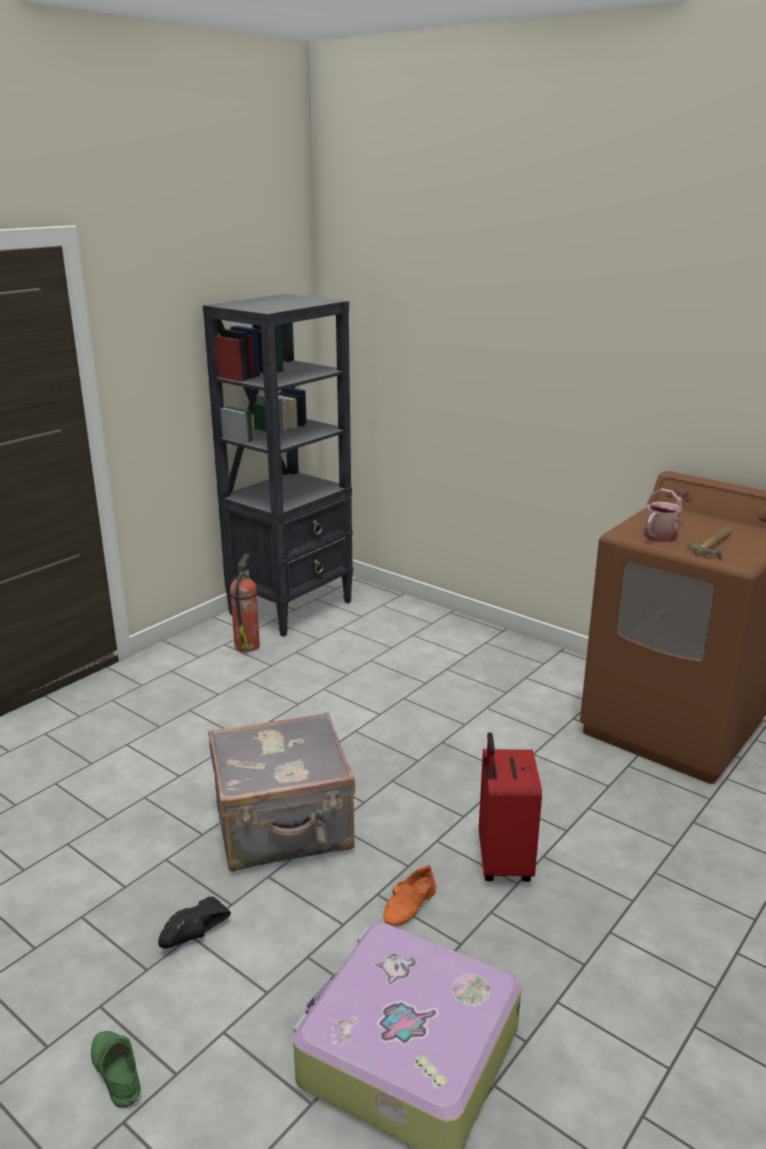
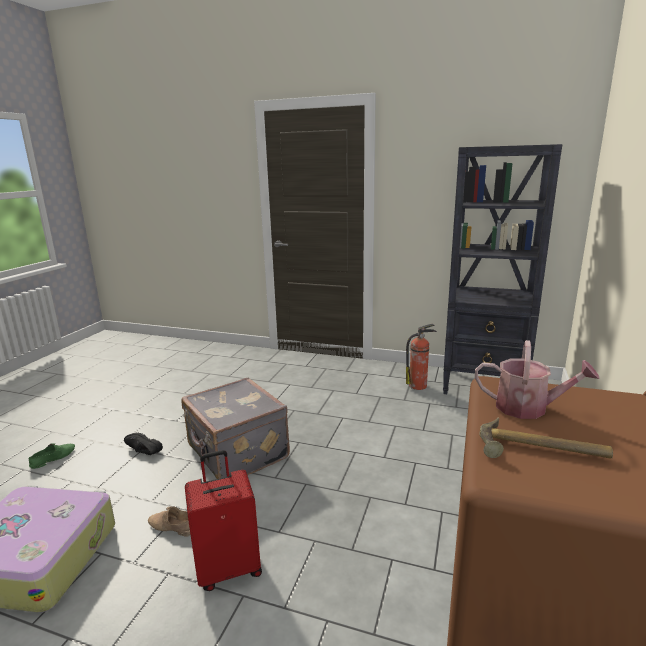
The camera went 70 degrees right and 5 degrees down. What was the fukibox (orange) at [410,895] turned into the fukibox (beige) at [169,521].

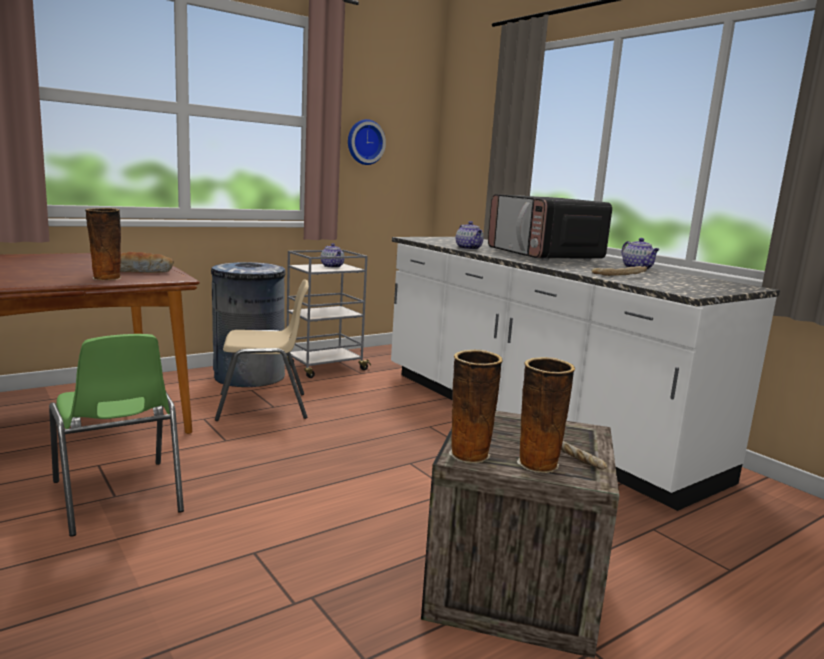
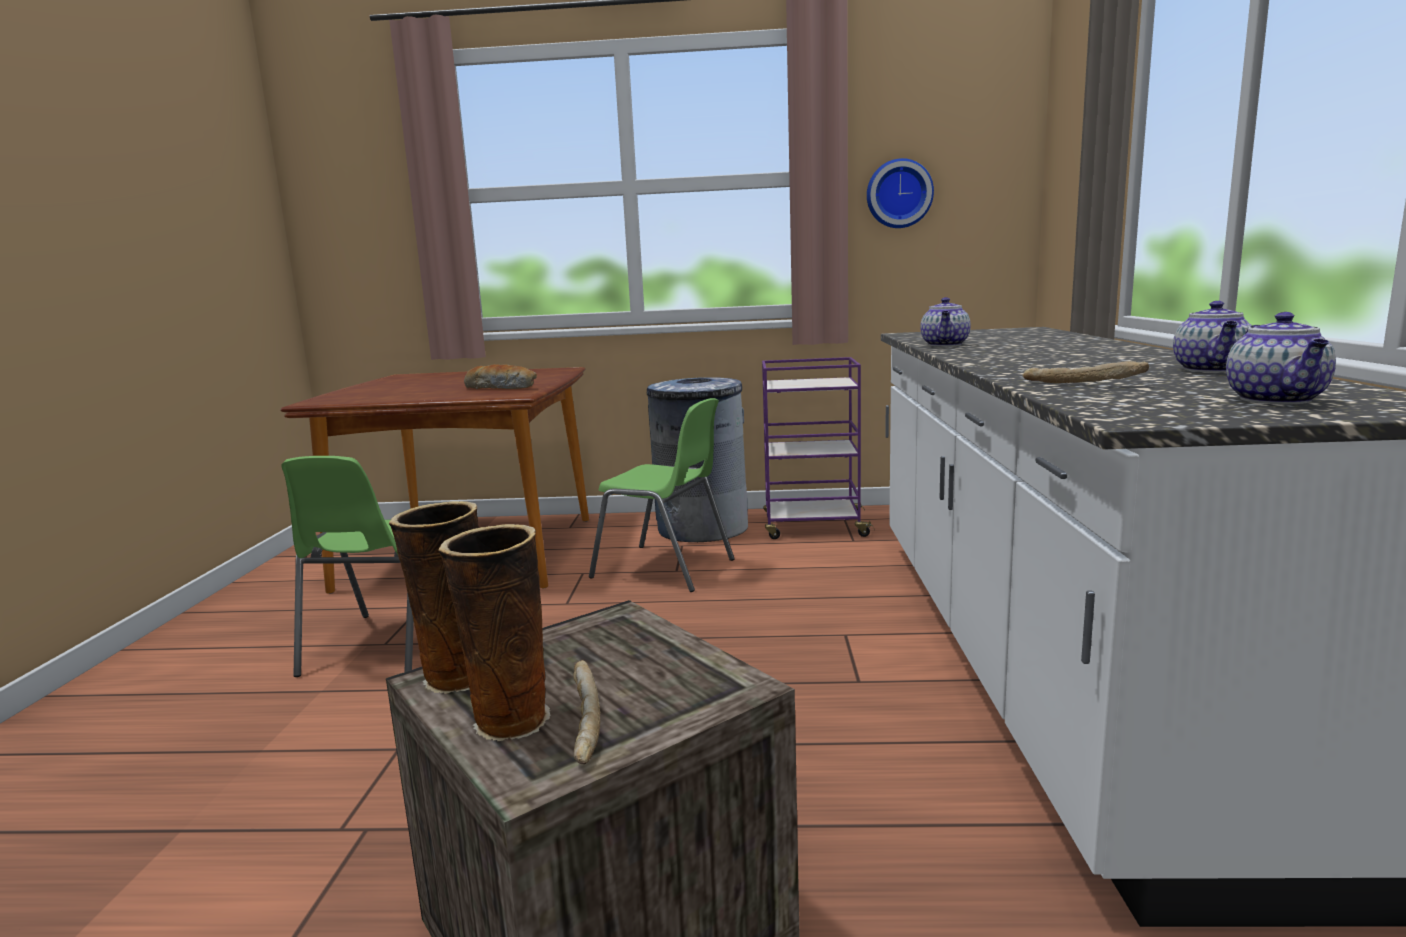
The camera went 40 degrees right and 0 degrees up. The second view lost the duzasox at [550,227]. The second view lost the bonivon at [103,244]. The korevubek ended up elsewhere, having gone from [333,255] to [1281,358]. What was the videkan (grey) at [328,314] turned into the videkan (purple) at [818,448]. What was the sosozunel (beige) at [262,350] turned into the sosozunel (green) at [662,495].

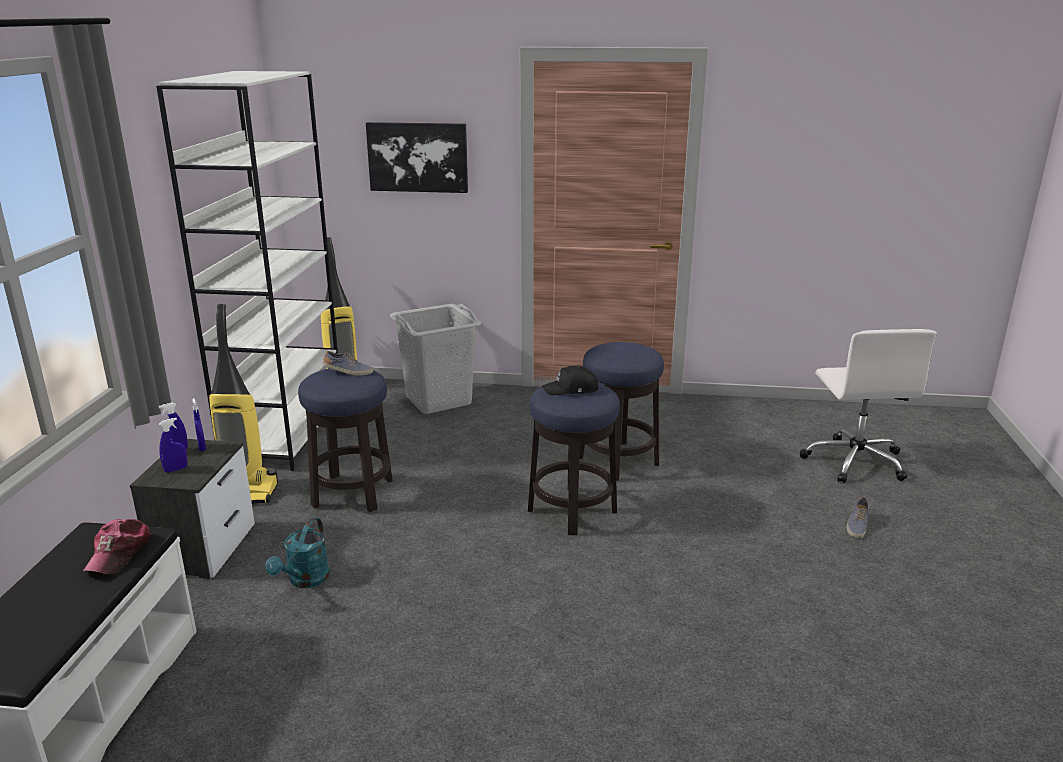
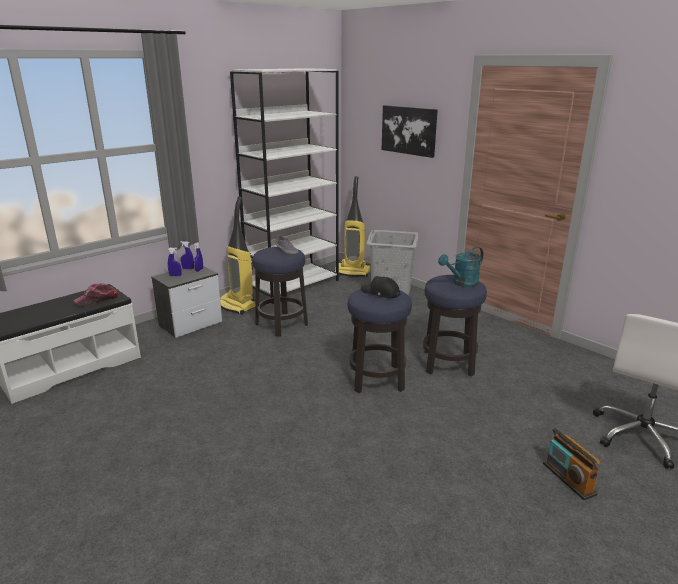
The camera went 40 degrees right and 0 degrees up. Where the fukibox stood at [858,517], the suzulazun came to stand at [572,464]. The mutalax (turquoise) ended up elsewhere, having gone from [298,552] to [460,267].

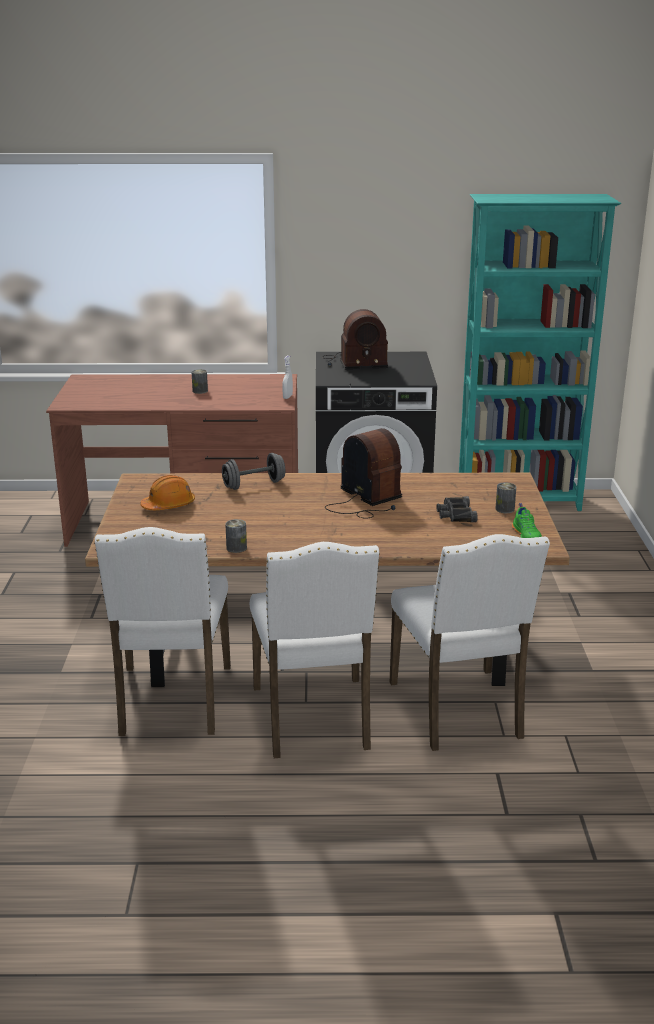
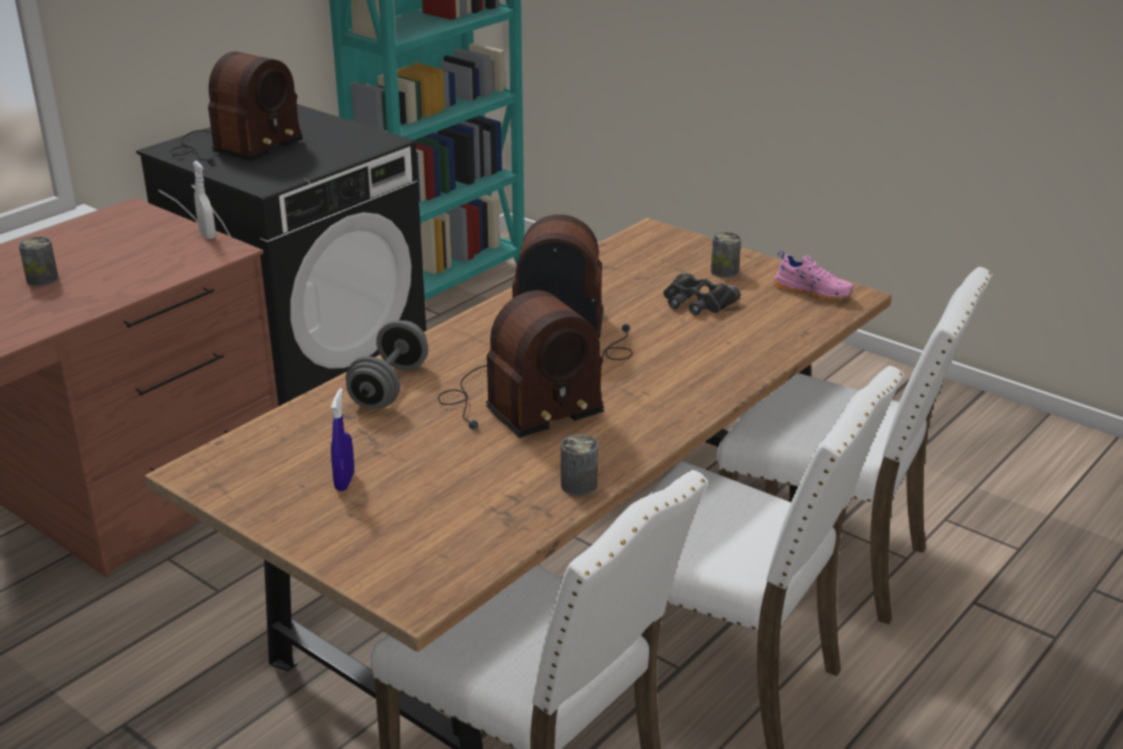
The camera went 50 degrees left and 5 degrees up. Where the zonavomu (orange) stood at [167,492], the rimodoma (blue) came to stand at [342,439]. What was the fukibox (green) at [527,520] turned into the fukibox (pink) at [814,276]. The second view gained the suzulazun at [521,364].

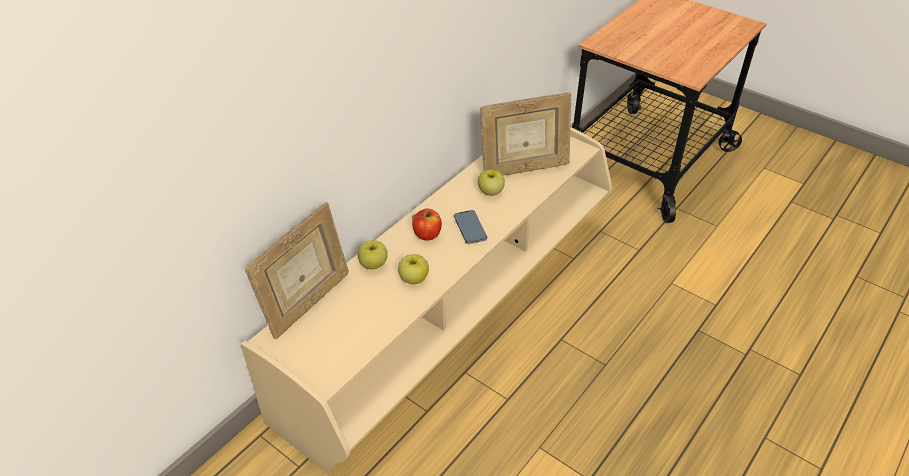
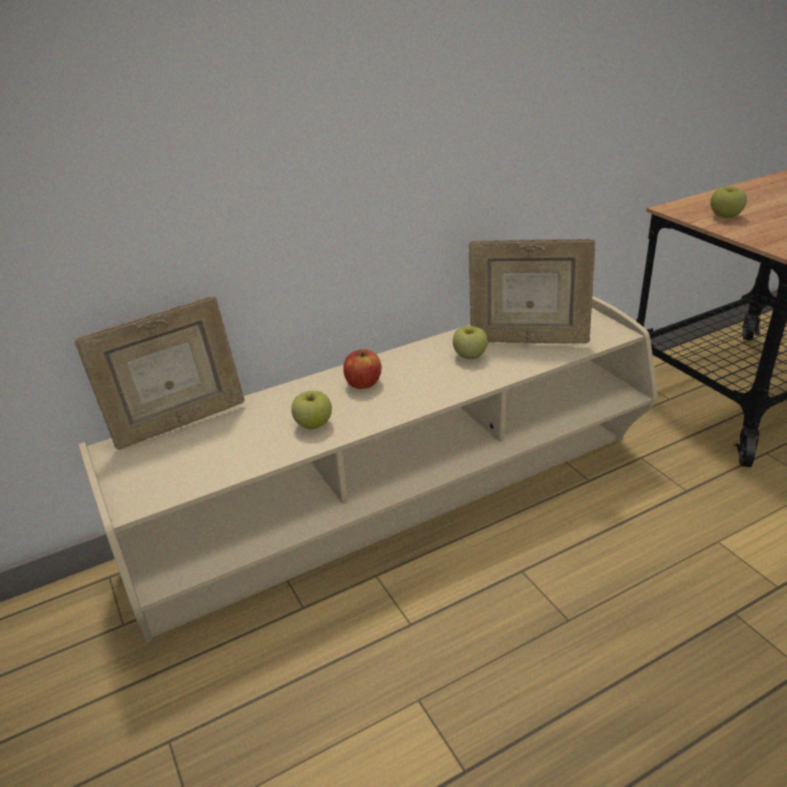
The camera went 25 degrees right and 10 degrees down. The second view lost the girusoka at [470,227]. The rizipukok ended up elsewhere, having gone from [373,254] to [728,202].

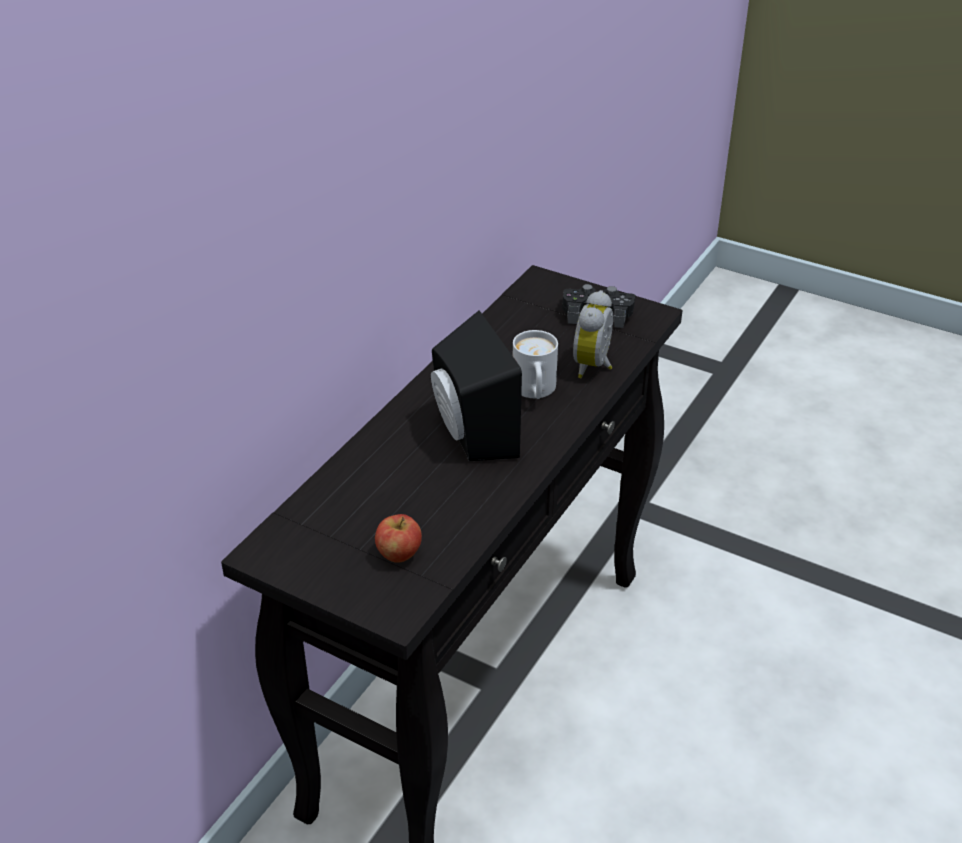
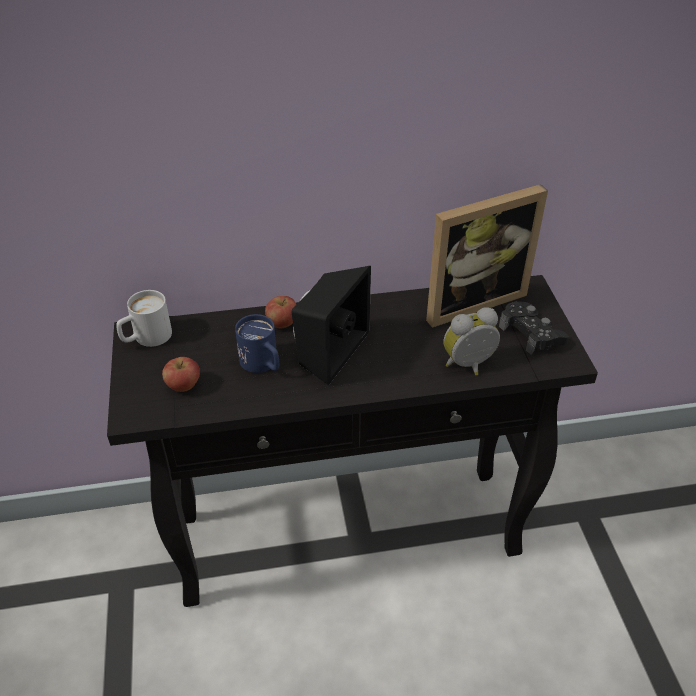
The camera went 50 degrees right and 5 degrees up. The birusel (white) ended up elsewhere, having gone from [535,364] to [144,318]. The second view gained the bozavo at [487,256]. The second view gained the rizipukok at [280,312]. The second view gained the birusel (blue) at [257,343].

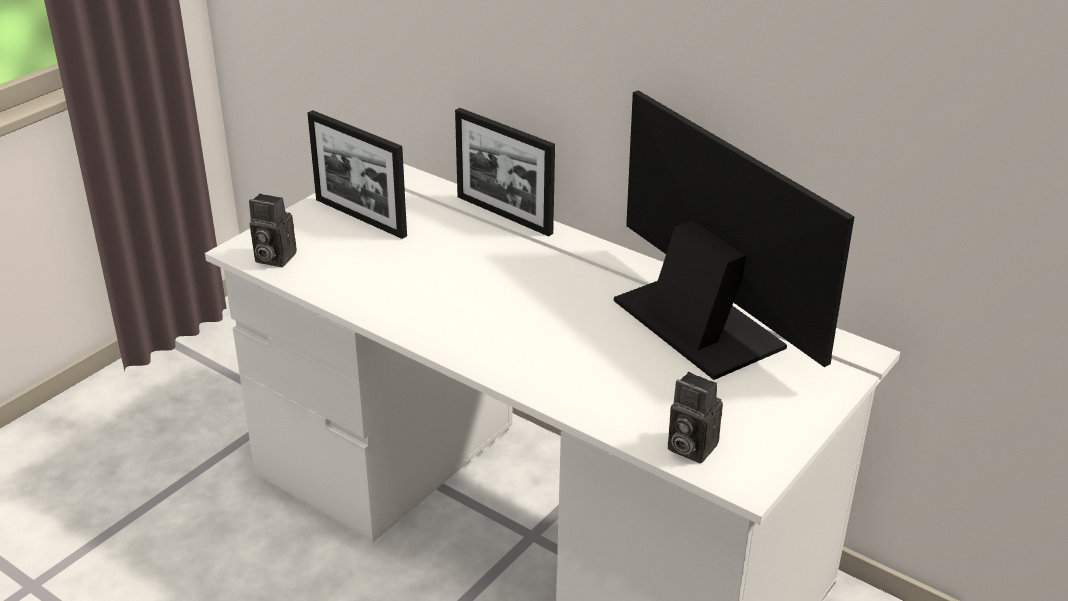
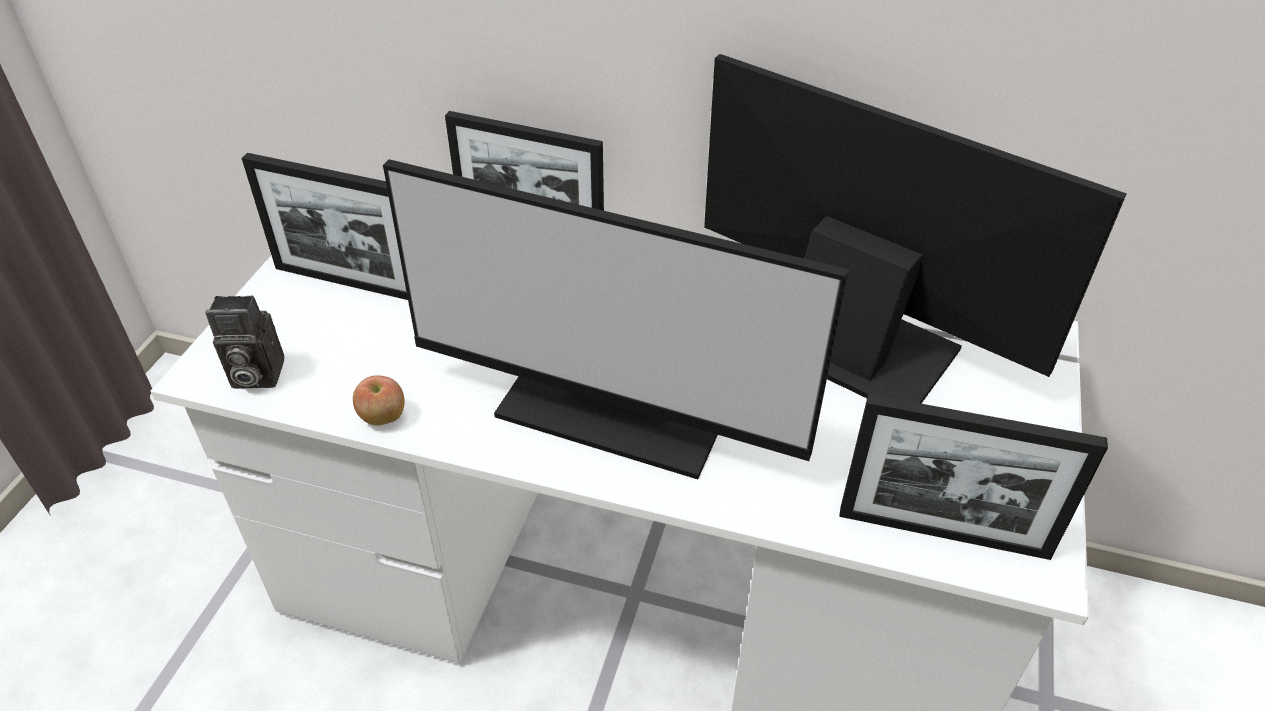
The camera went 20 degrees left and 10 degrees up. Where the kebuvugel stood at [695,417], the bozavo came to stand at [973,477]. The second view gained the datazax at [616,319]. The second view gained the rizipukok at [379,400].

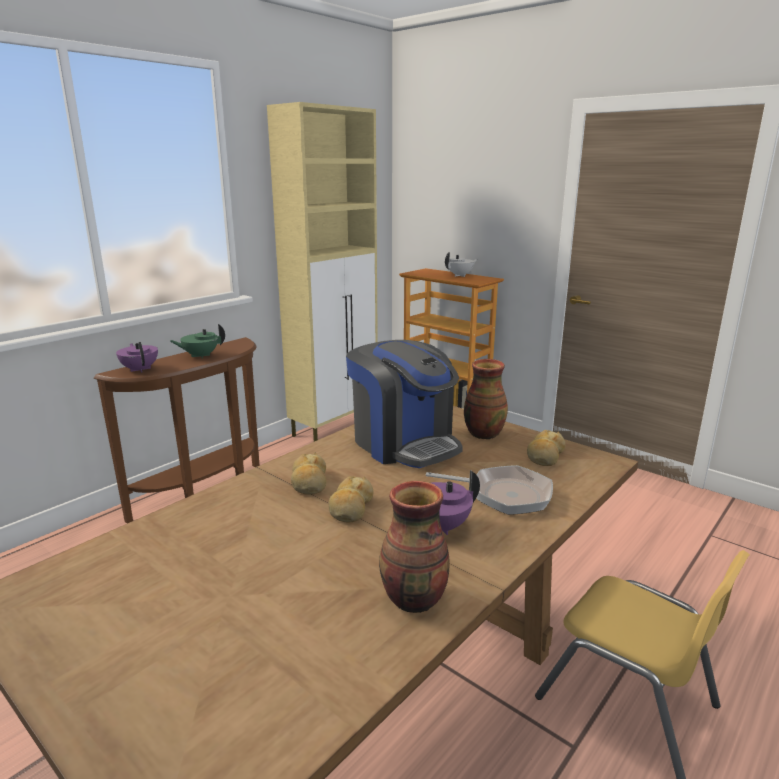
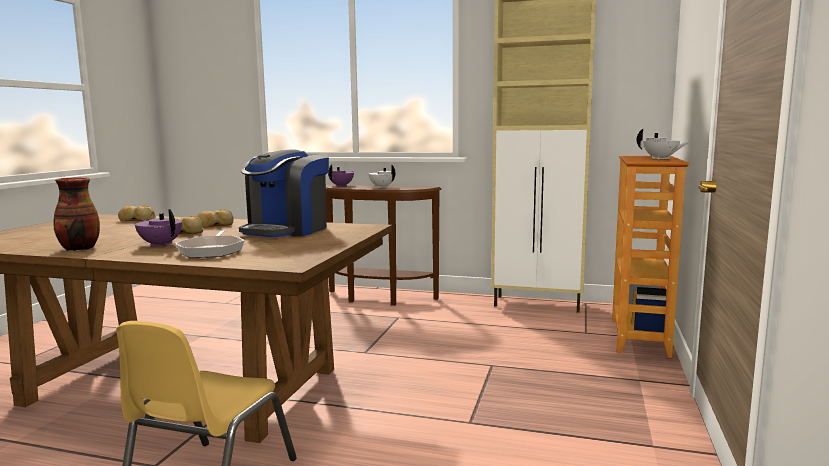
The camera went 65 degrees right and 10 degrees down. What was the korevubek (green) at [197,341] turned into the korevubek (white) at [381,176]. The second view lost the bonivon at [486,399]. The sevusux ended up elsewhere, having gone from [546,448] to [137,213].

